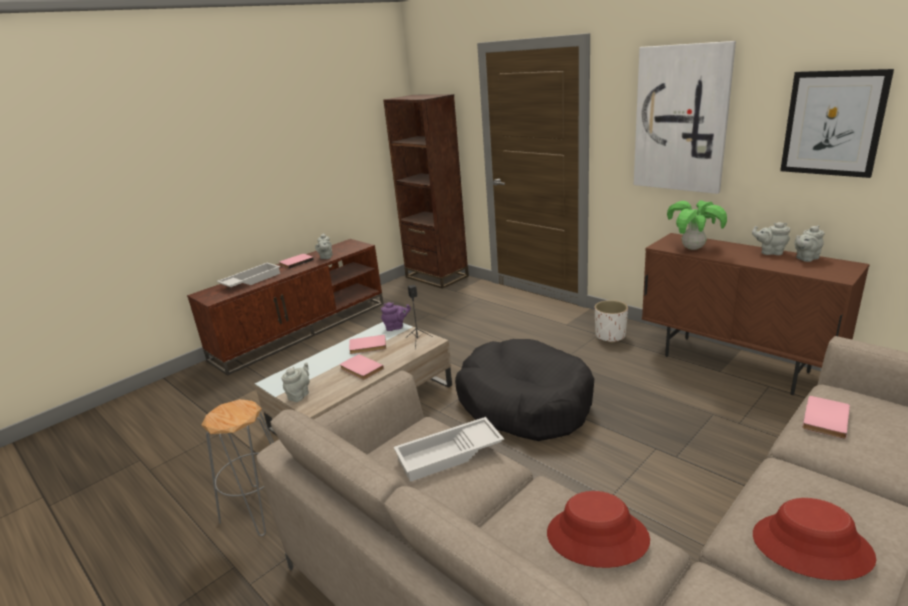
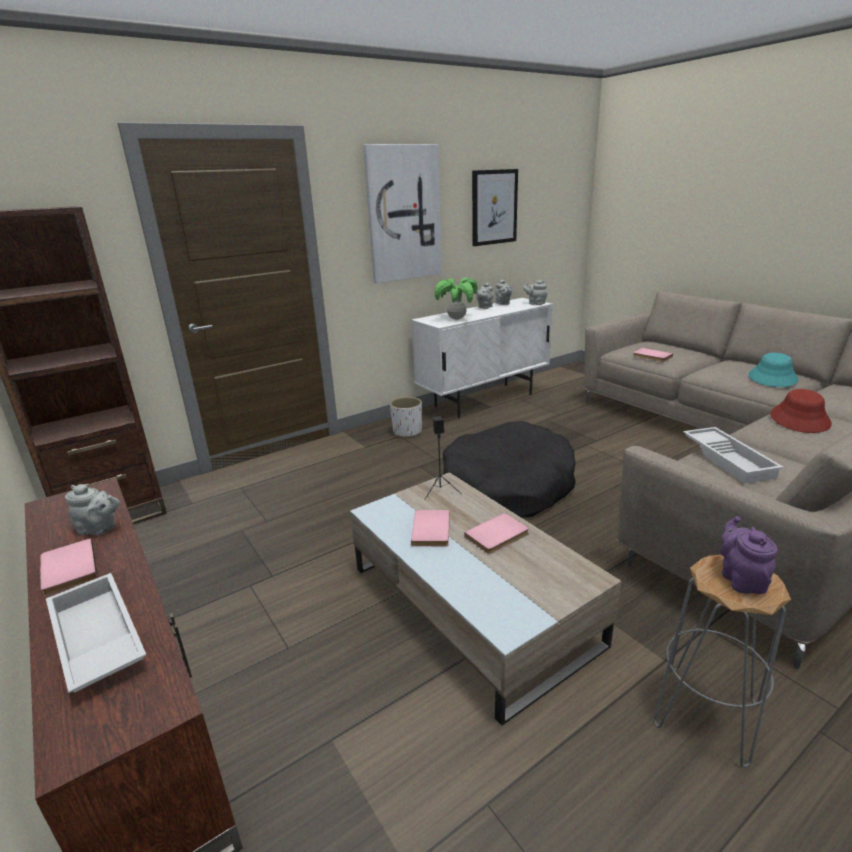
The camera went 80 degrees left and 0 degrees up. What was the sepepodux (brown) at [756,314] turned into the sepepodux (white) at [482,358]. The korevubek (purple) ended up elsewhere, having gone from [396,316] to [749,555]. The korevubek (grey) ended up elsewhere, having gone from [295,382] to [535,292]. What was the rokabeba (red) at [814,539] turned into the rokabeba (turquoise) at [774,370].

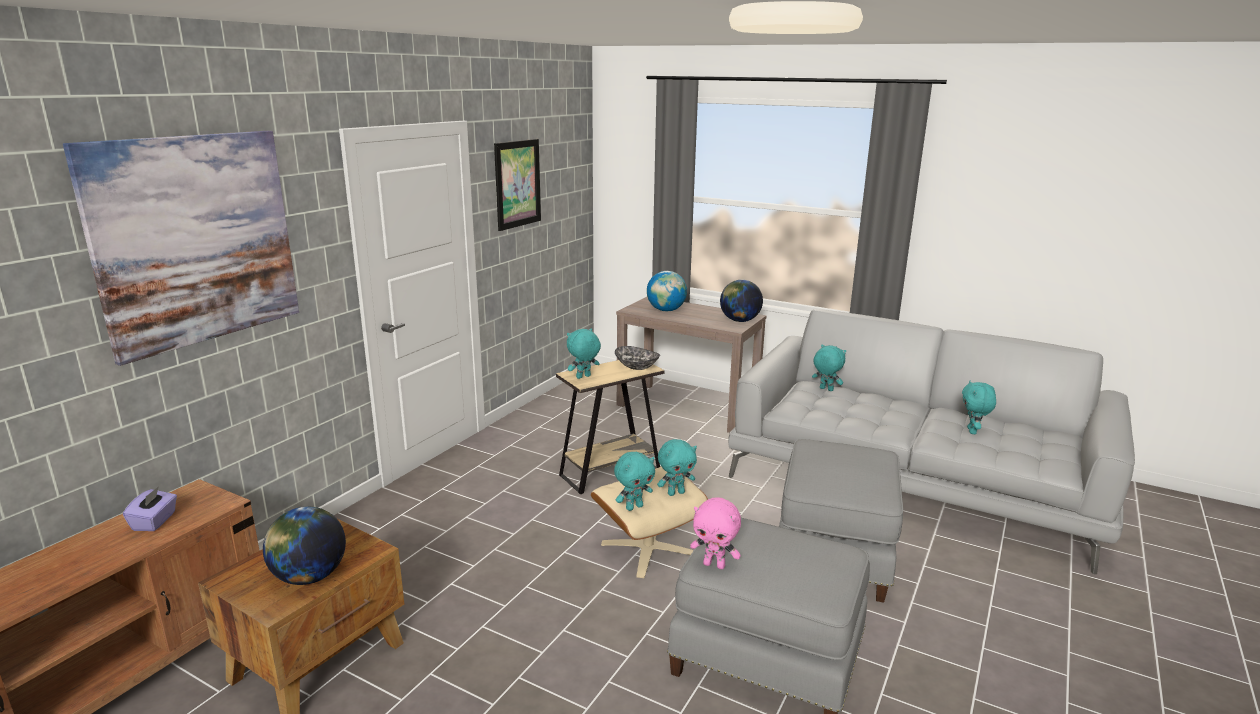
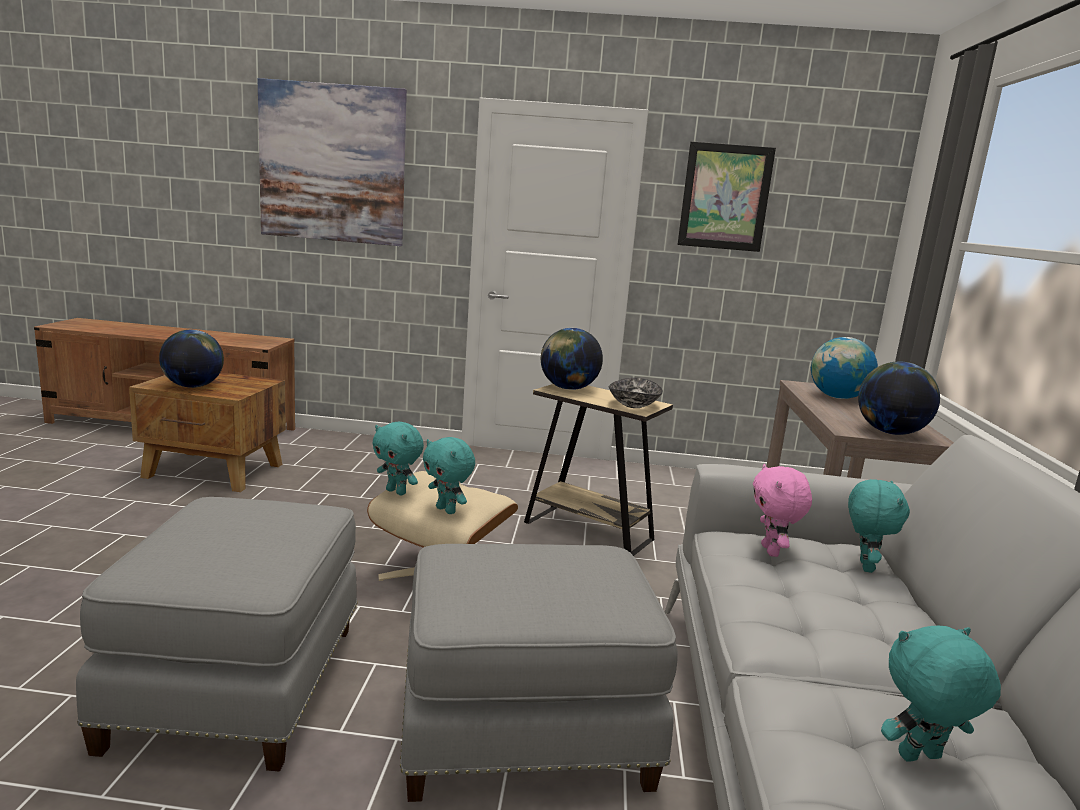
The camera went 65 degrees right and 5 degrees down. Where the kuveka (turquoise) stood at [584,353], the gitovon came to stand at [572,359]. The second view lost the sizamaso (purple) at [150,508]. The kuveka (pink) ended up elsewhere, having gone from [715,533] to [782,510].

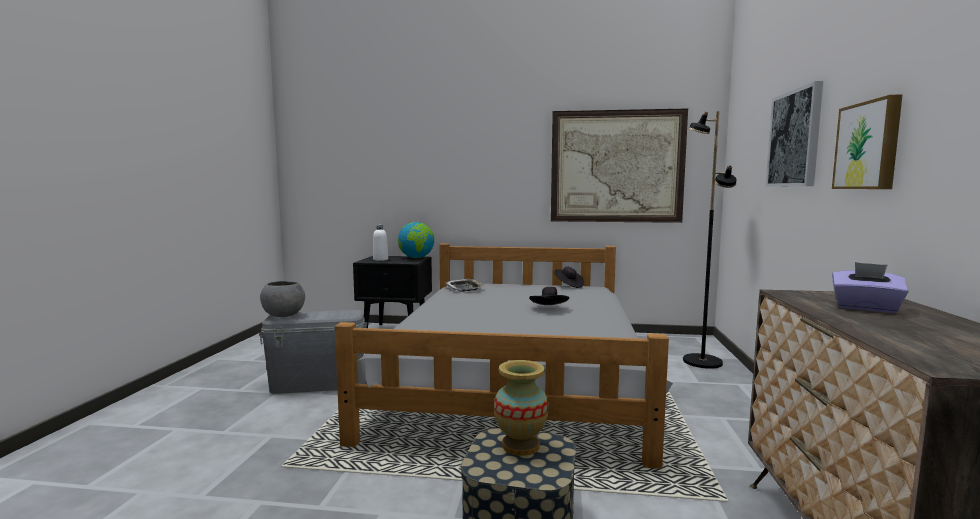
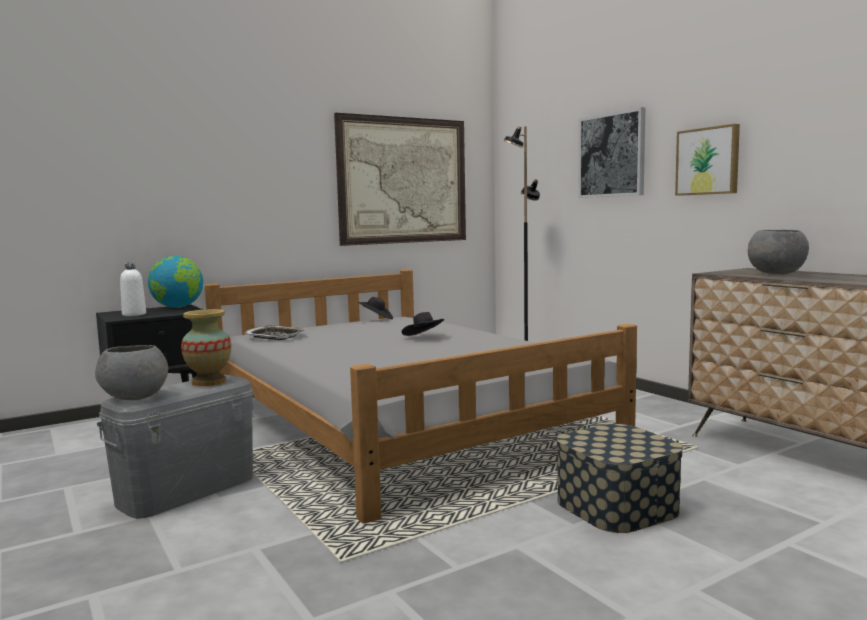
The camera went 40 degrees left and 0 degrees up. Where the sizamaso (purple) stood at [870,287], the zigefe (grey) came to stand at [778,252]. The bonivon ended up elsewhere, having gone from [521,408] to [206,347].

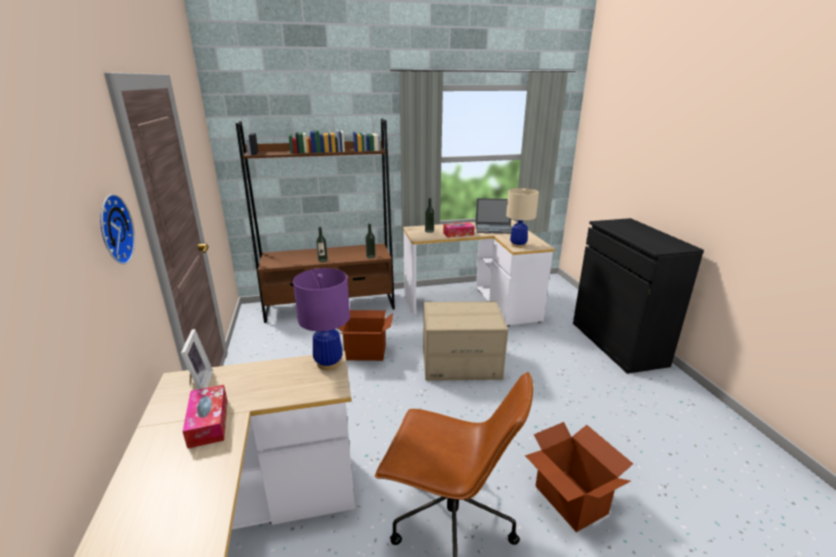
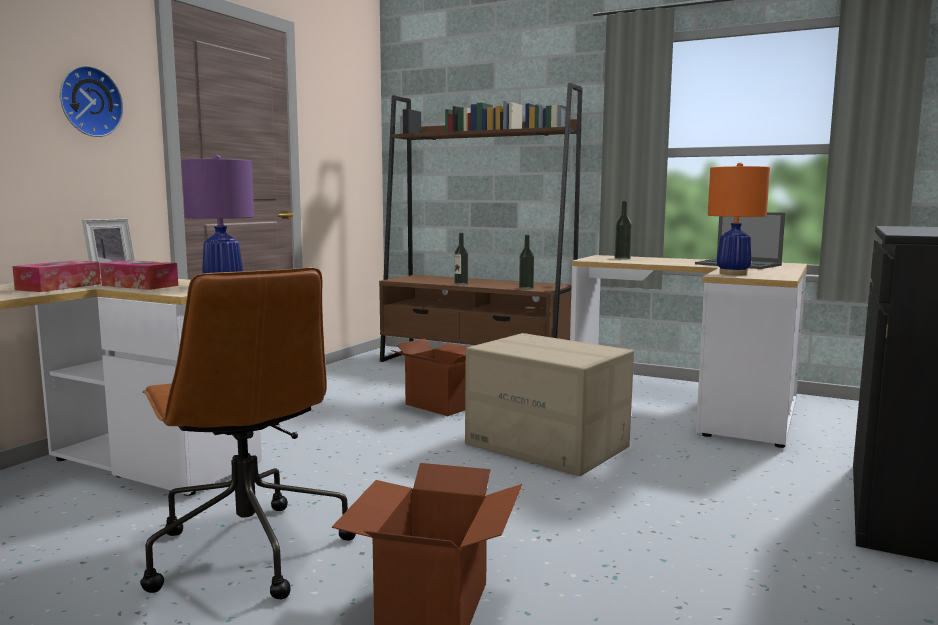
The camera went 40 degrees right and 15 degrees down. What was the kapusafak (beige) at [522,218] turned into the kapusafak (orange) at [739,219]. The sizamaso ended up elsewhere, having gone from [459,230] to [139,275].

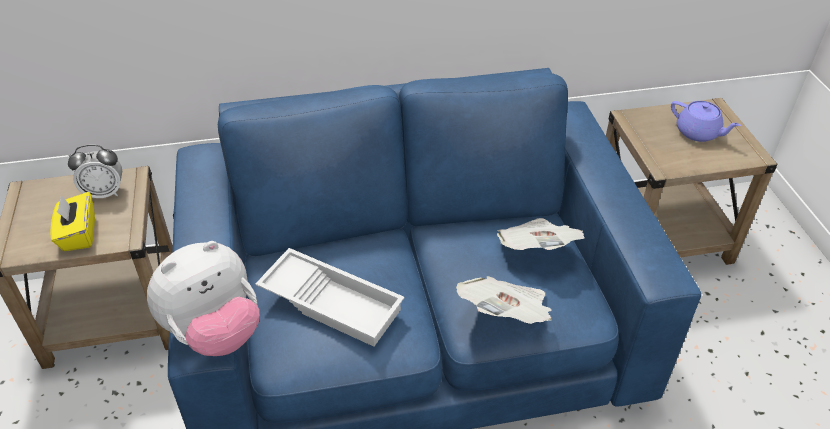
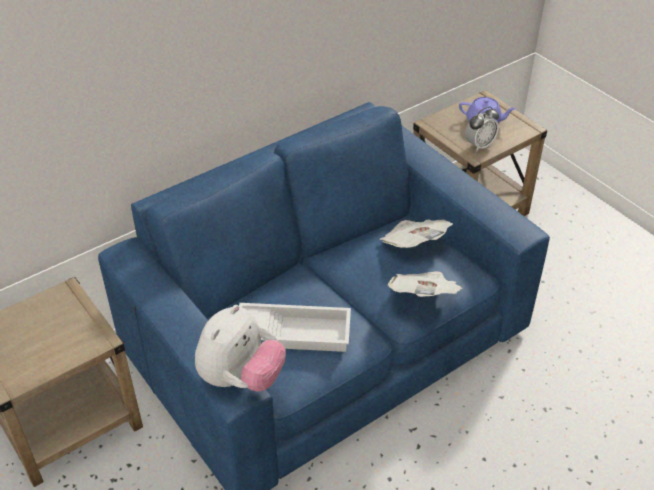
The camera went 25 degrees left and 0 degrees up. The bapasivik ended up elsewhere, having gone from [95,171] to [482,129]. The second view lost the sizamaso (yellow) at [72,221].

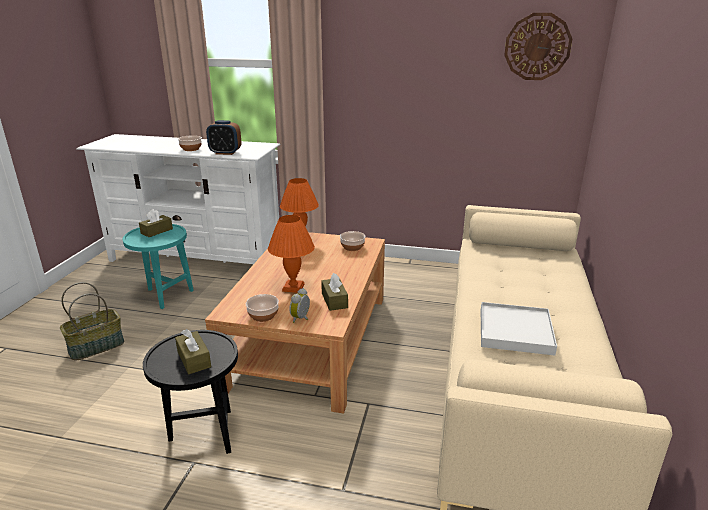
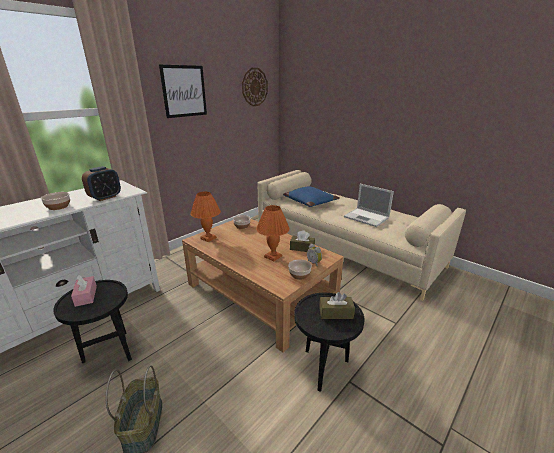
The camera went 60 degrees left and 0 degrees up. What was the sizamaso (brown) at [156,223] turned into the sizamaso (pink) at [84,291]. What was the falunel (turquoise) at [158,266] turned into the falunel (black) at [92,321]. Where the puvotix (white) stood at [519,329], the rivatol came to stand at [369,205]. The second view gained the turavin at [183,91]. The second view gained the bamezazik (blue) at [311,196].

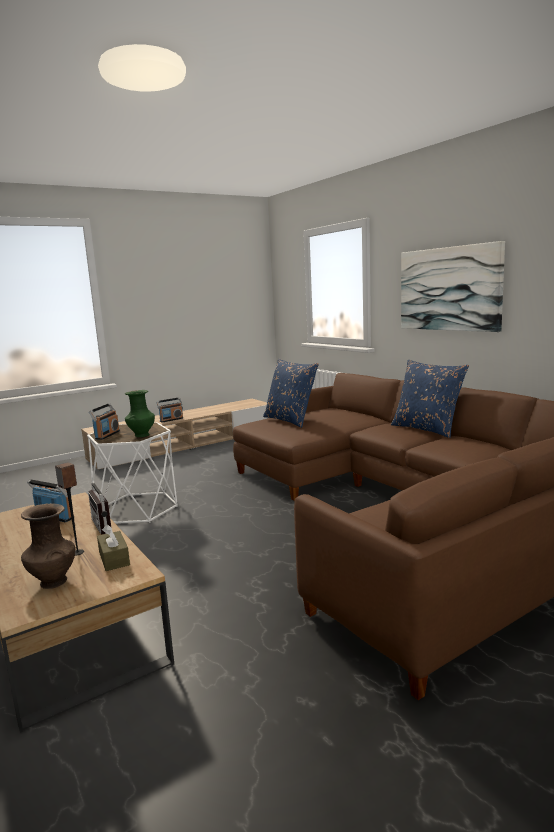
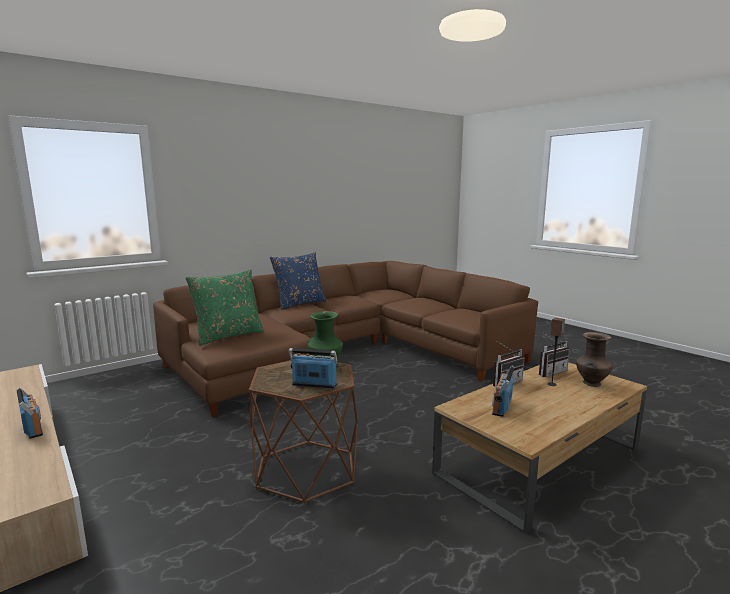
The camera went 95 degrees left and 0 degrees up. The second view lost the turavin at [453,286]. What was the bamezazik (blue) at [291,393] turned into the bamezazik (green) at [225,307]. What was the falunel (white) at [132,473] turned into the falunel (brown) at [303,432]. Where the sizamaso (brown) stood at [113,547], the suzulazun came to stand at [554,355].

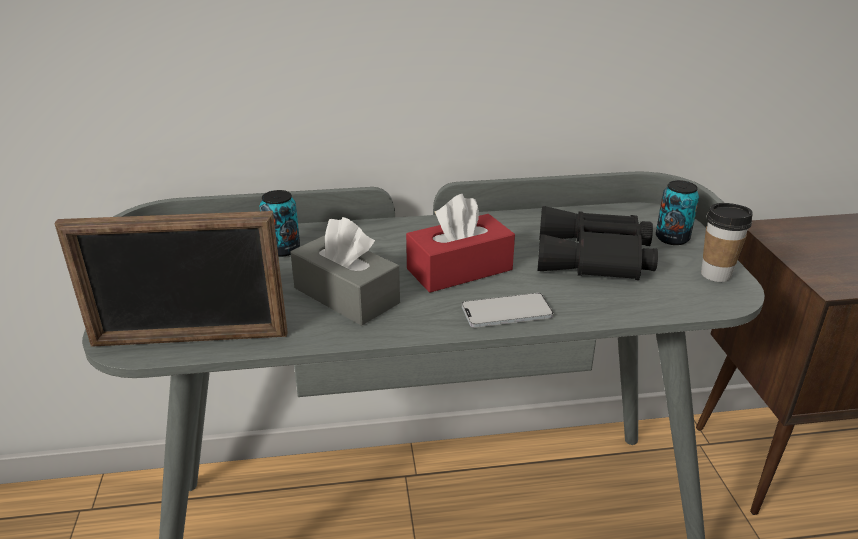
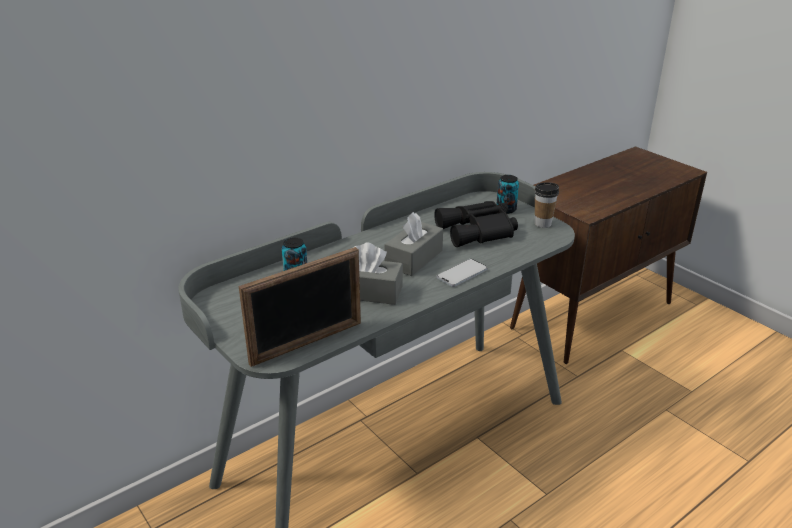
The camera went 30 degrees left and 0 degrees up. What was the sizamaso (red) at [460,243] turned into the sizamaso (grey) at [414,244].

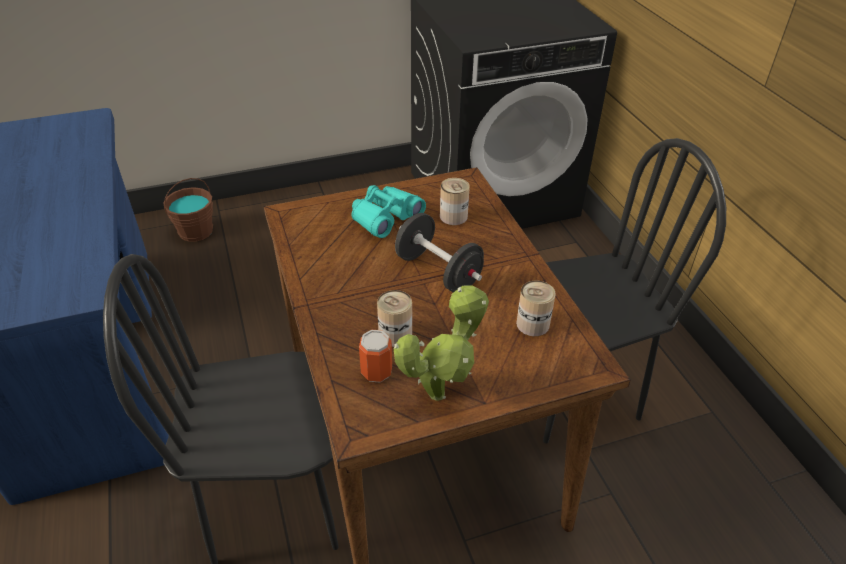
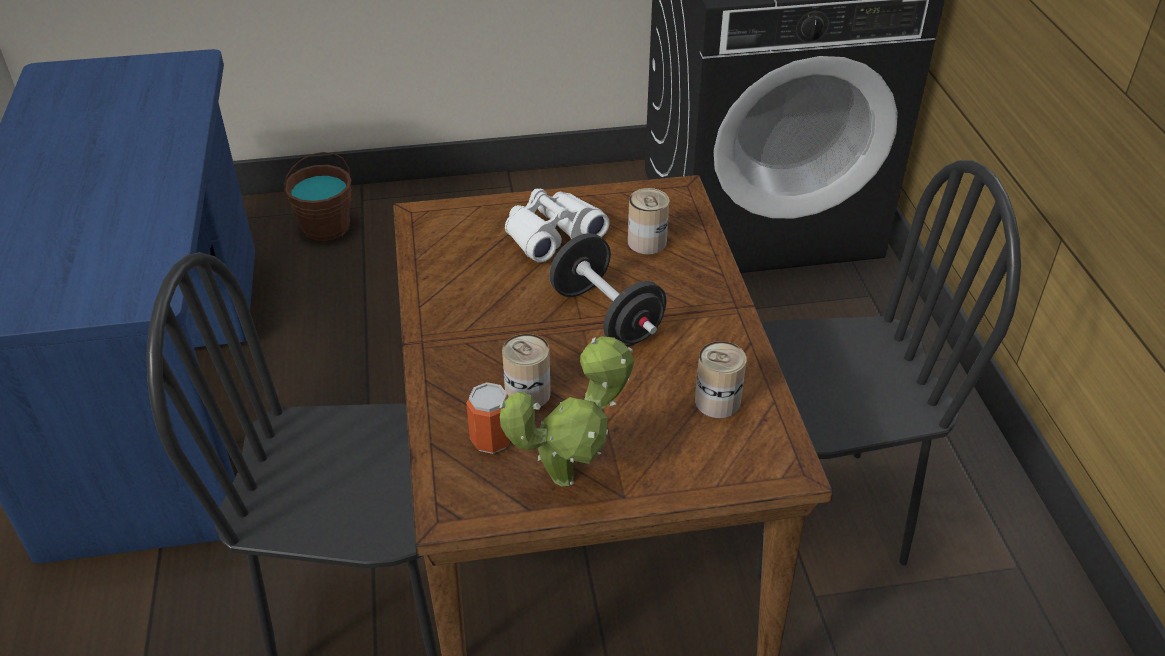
The camera went 10 degrees right and 0 degrees up. What was the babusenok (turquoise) at [389,211] turned into the babusenok (white) at [557,226].

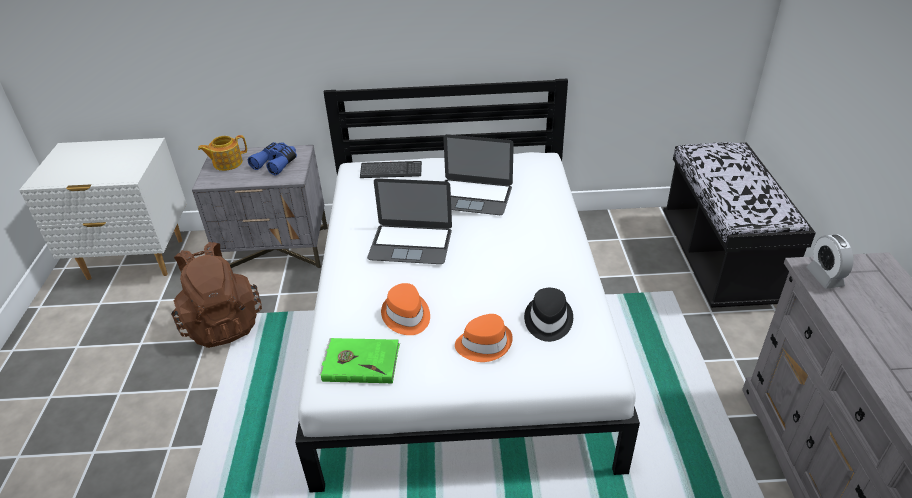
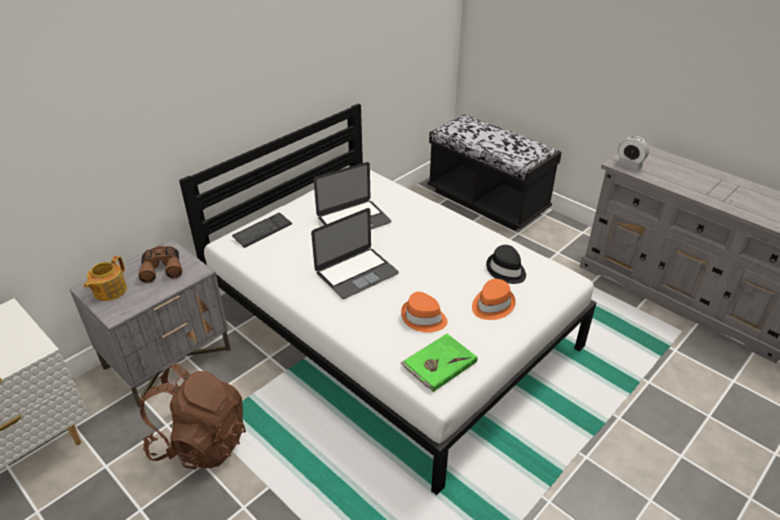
The camera went 45 degrees left and 0 degrees up. What was the babusenok (blue) at [272,158] turned into the babusenok (brown) at [160,264].

